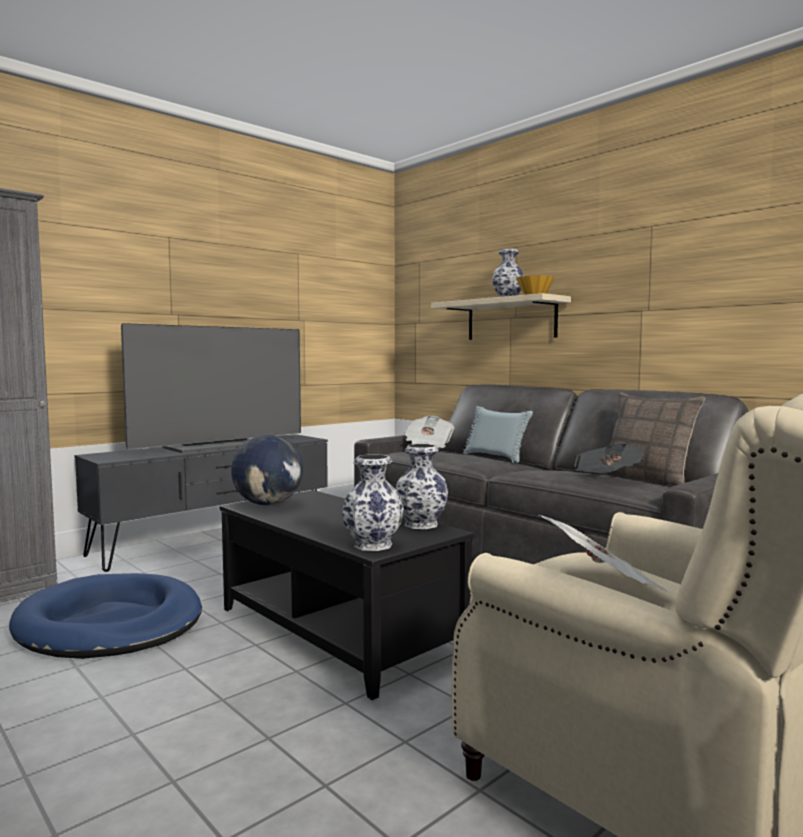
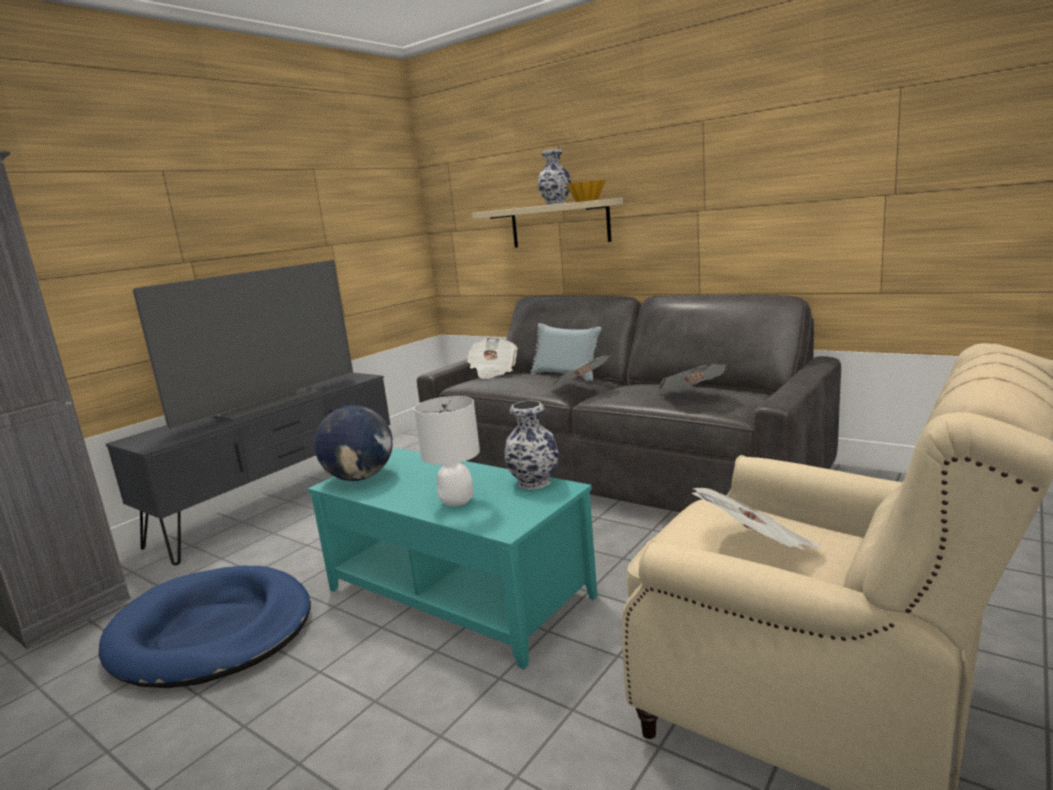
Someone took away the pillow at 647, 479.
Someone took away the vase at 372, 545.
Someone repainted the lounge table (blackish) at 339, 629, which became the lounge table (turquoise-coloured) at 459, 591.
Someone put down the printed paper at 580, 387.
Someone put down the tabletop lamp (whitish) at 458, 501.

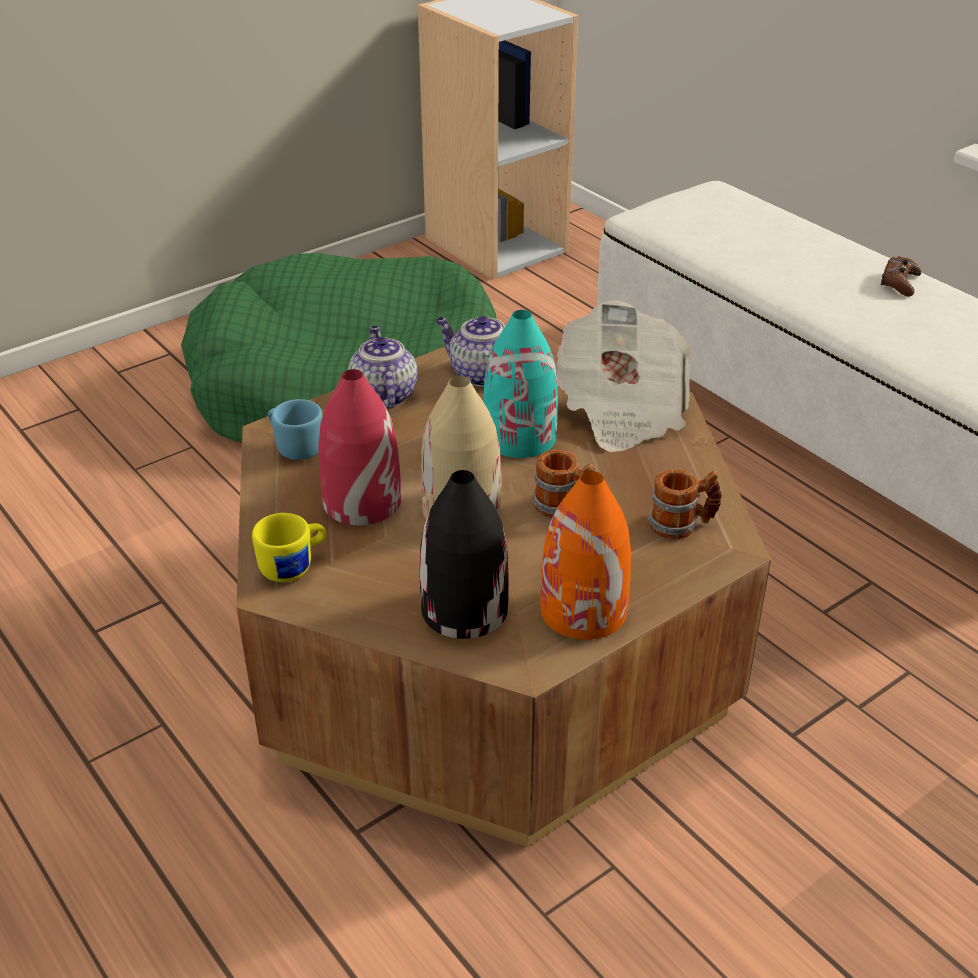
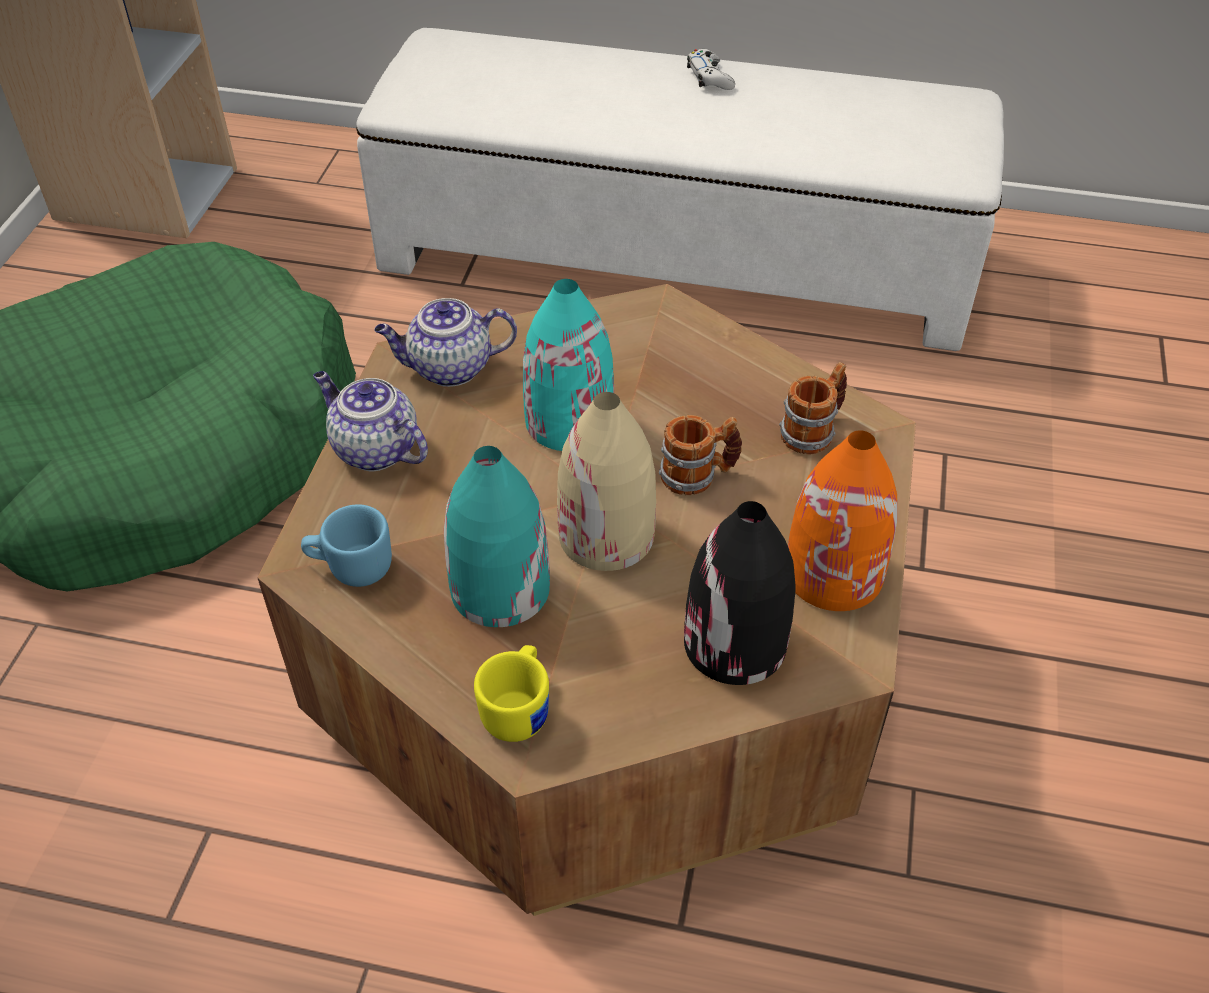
Someone repainted the joypad (brownish) at 899, 282, which became the joypad (whitish) at 709, 77.
Someone took away the printed paper at 620, 410.
Someone repainted the vase (reddish) at 361, 501, which became the vase (turquoise-coloured) at 499, 589.

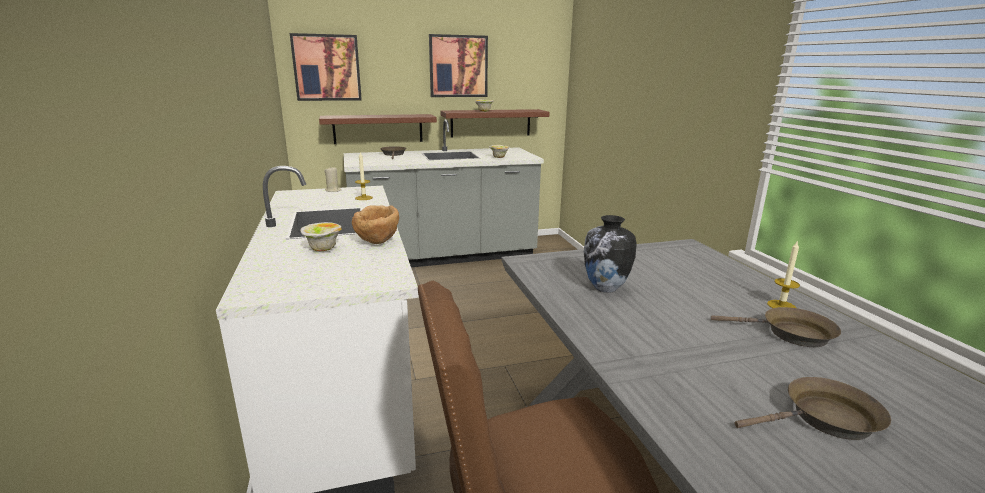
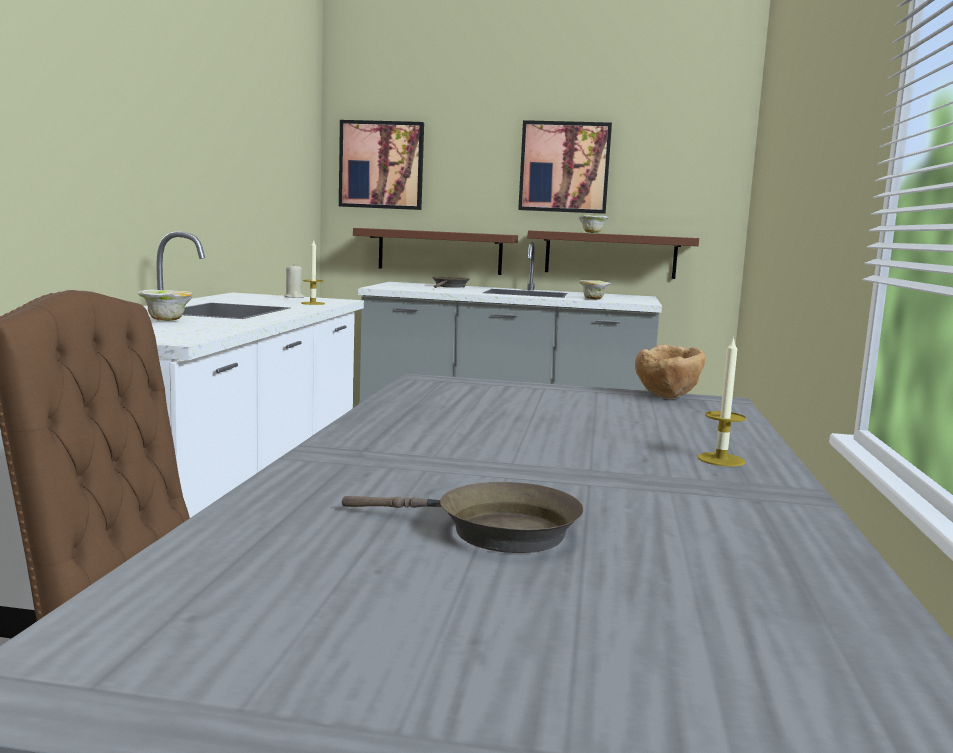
Someone carried the serving bowl (brownish) from 378, 242 to 667, 397.
Someone took away the vase at 605, 288.
Someone took away the frying pan (brownish) at 791, 333.

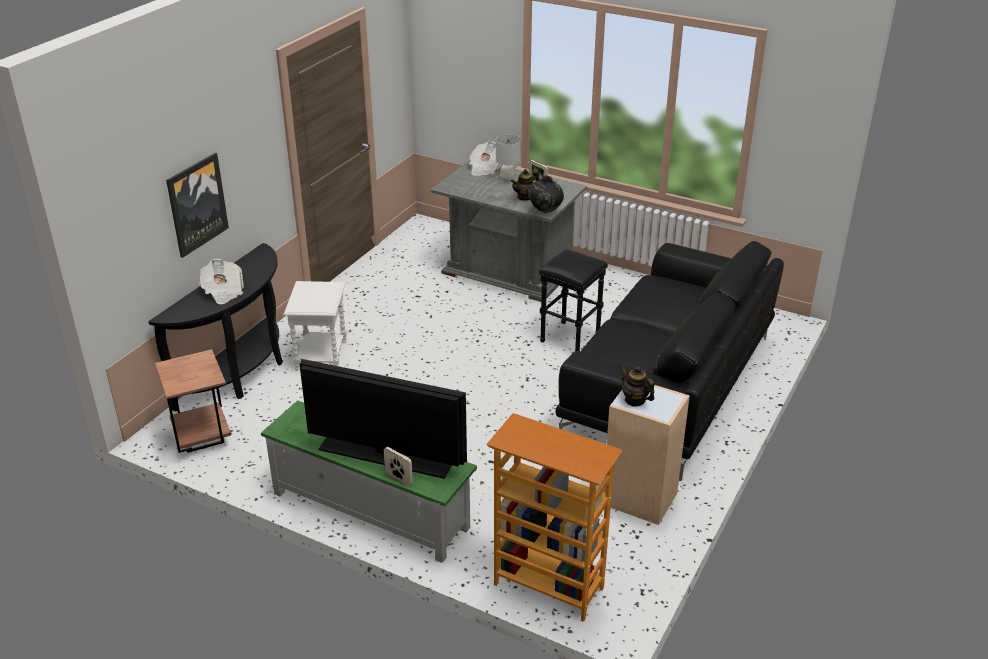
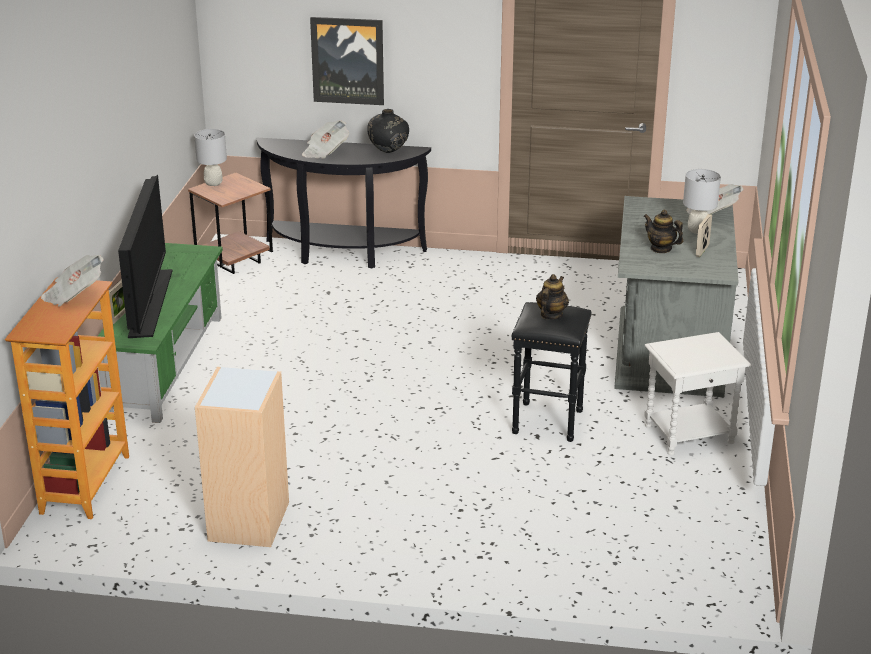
Someone carried the vase (blackish) from 545, 211 to 388, 152.
Someone took away the couch (blackish) at 668, 385.
Someone carried the side table (whitish) from 320, 355 to 688, 433.
Someone carried the tea pot from 635, 400 to 551, 315.
Someone put down the tabletop lamp (grey) at 213, 184.
Someone put down the printed paper at 74, 295.

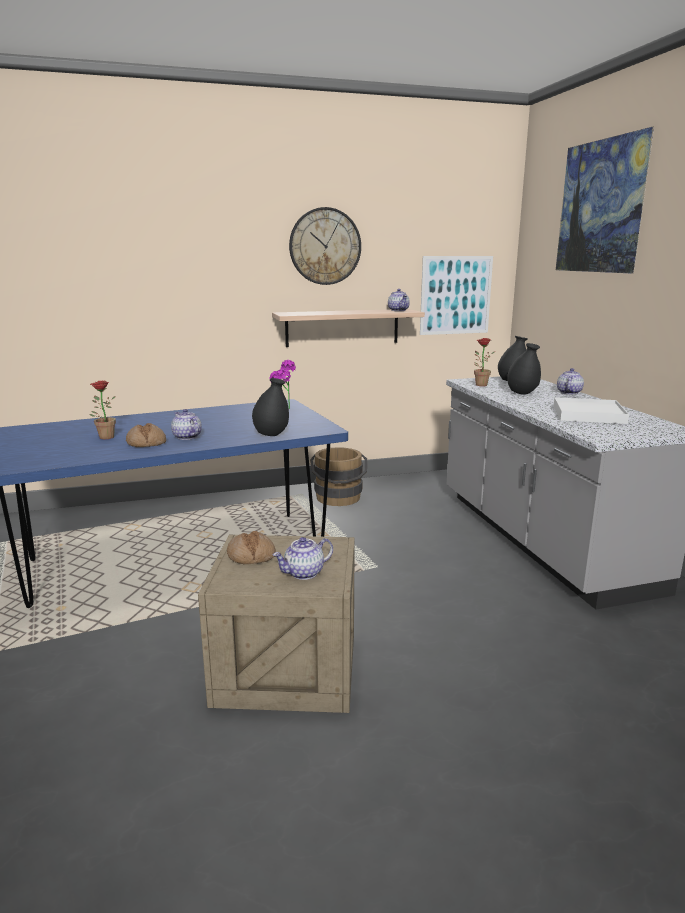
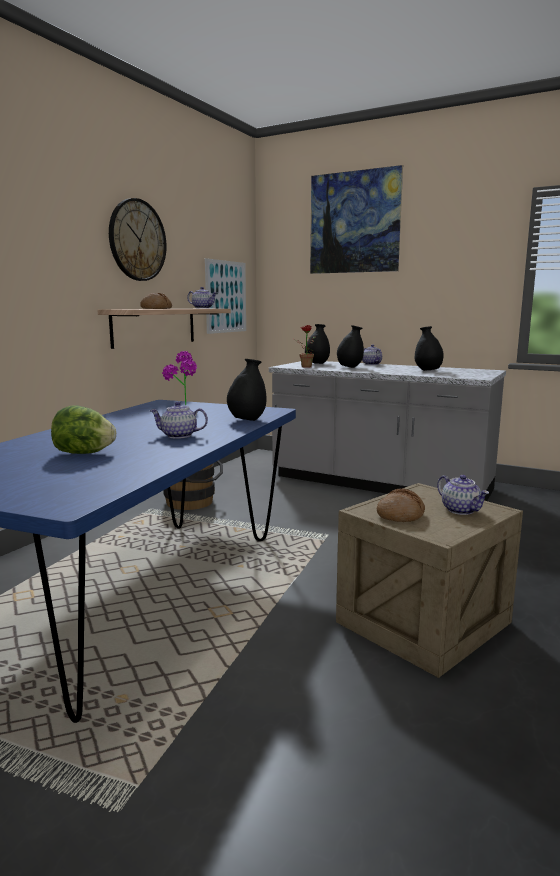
Someone swapped the houseplant at 104, 436 for the head of lettuce at 84, 453.
Someone swapped the carrying tray (whitish) at 588, 414 for the vase (blackish) at 428, 370.
Someone carried the bakery bread from 146, 443 to 156, 308.
Someone rotated the tea pot at 304, 573 by 45 degrees counterclockwise.

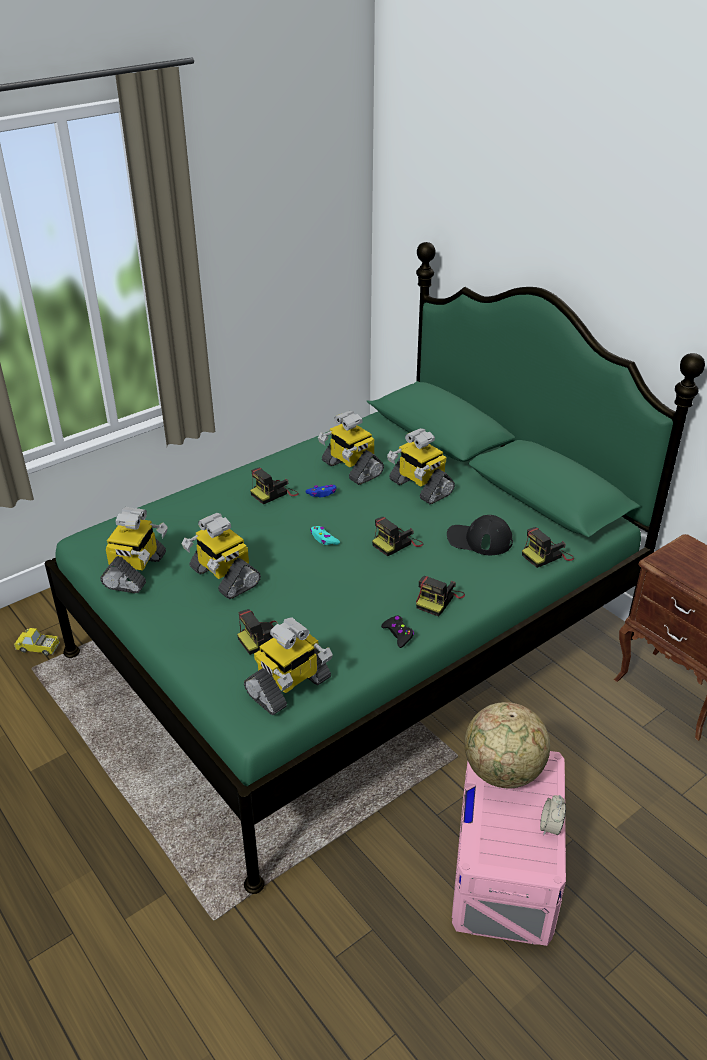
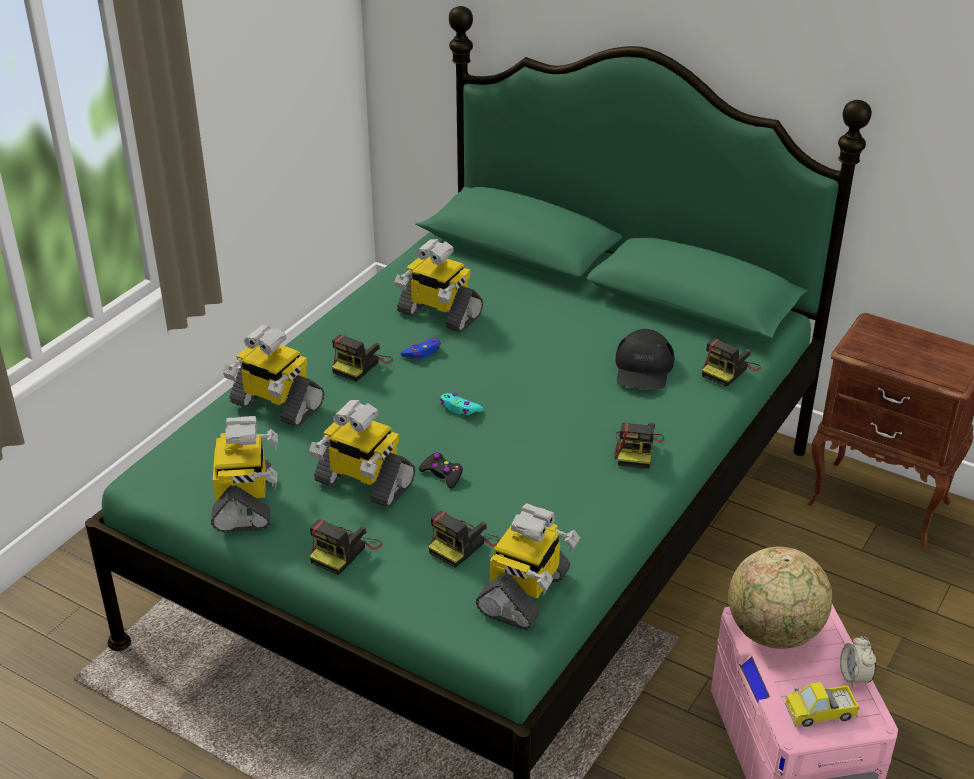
Someone carried the robot figure from 419, 487 to 276, 405.
Someone rotated the cap (blackish) at 479, 540 by 75 degrees counterclockwise.
Someone carried the photo camera from 397, 543 to 344, 551.
Someone carried the joypad (blackish) from 398, 634 to 442, 474.
Someone carried the model truck from 38, 648 to 820, 713.

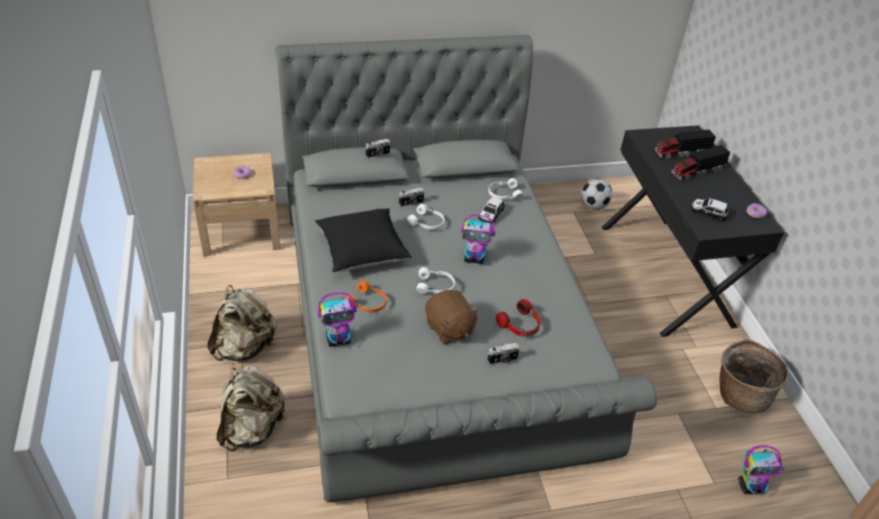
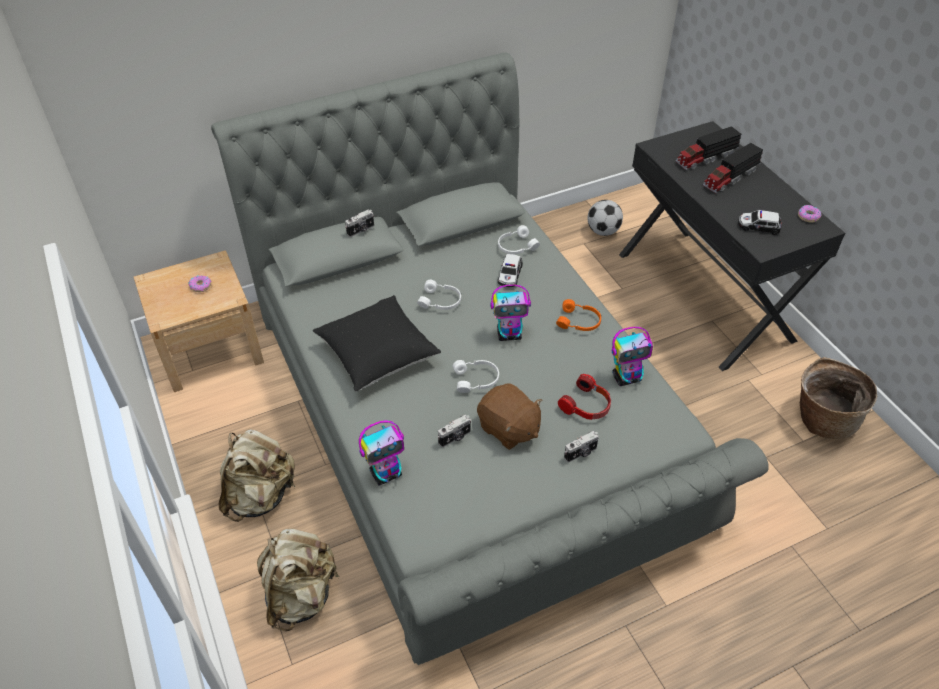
Someone carried the photo camera from 411, 203 to 455, 438.
Someone carried the headphones (orange) from 367, 303 to 579, 322.
Someone carried the robot figure from 750, 486 to 627, 377.

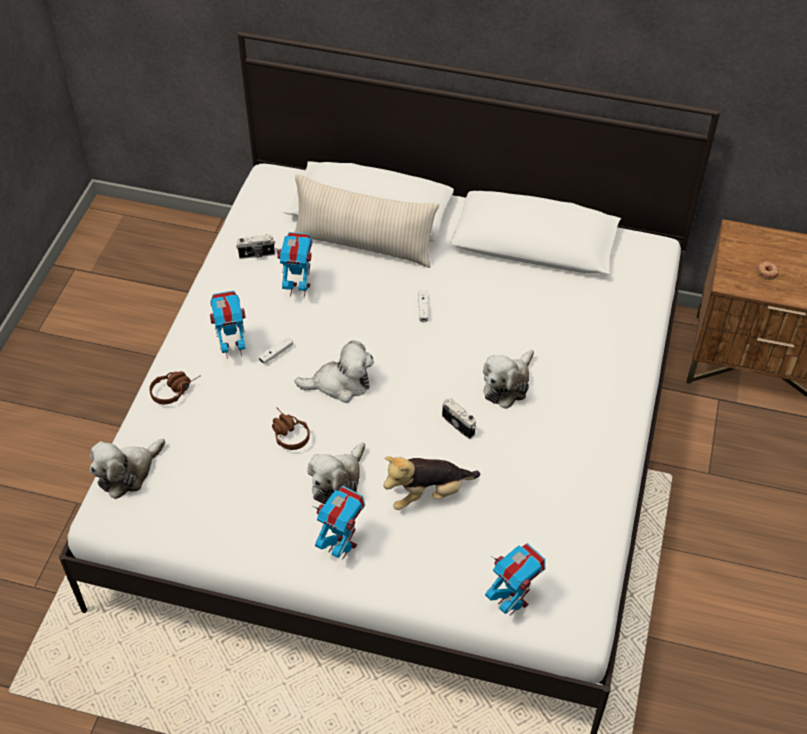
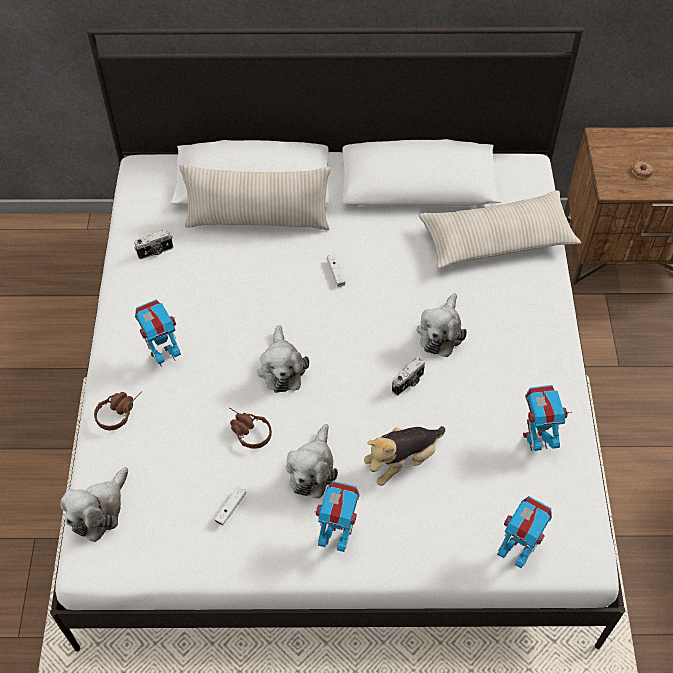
Someone carried the robot figure from 298, 289 to 536, 440.
Someone carried the joypad (whitish) from 276, 353 to 231, 508.
Someone rotated the plush toy at 340, 384 by 105 degrees clockwise.
Someone rotated the photo camera at 459, 424 by 105 degrees clockwise.
Someone put down the pillow (beige-coloured) at 497, 239.

